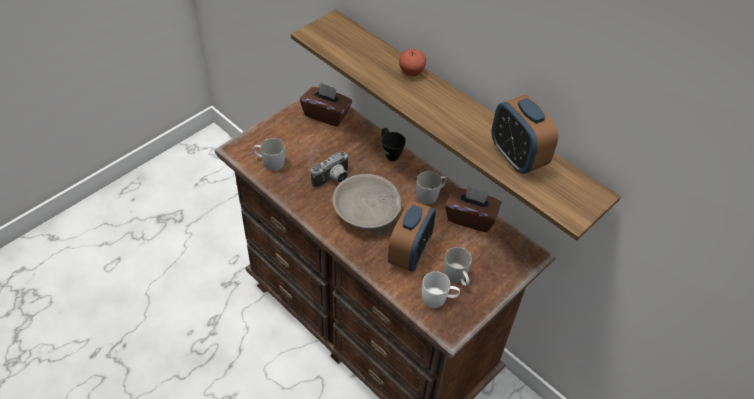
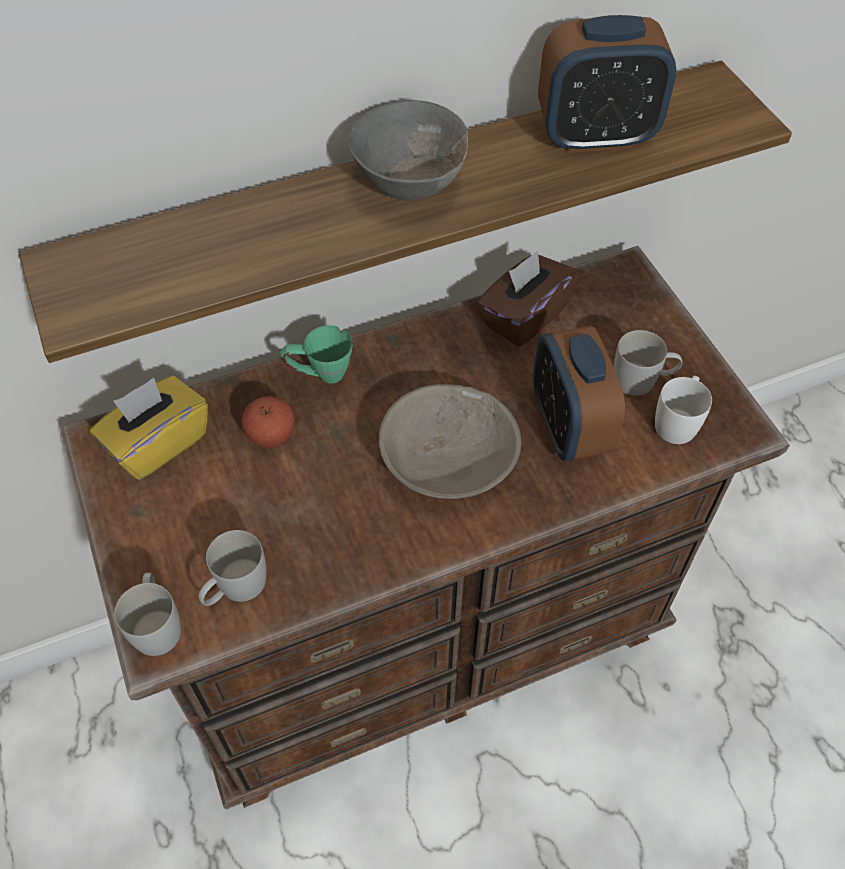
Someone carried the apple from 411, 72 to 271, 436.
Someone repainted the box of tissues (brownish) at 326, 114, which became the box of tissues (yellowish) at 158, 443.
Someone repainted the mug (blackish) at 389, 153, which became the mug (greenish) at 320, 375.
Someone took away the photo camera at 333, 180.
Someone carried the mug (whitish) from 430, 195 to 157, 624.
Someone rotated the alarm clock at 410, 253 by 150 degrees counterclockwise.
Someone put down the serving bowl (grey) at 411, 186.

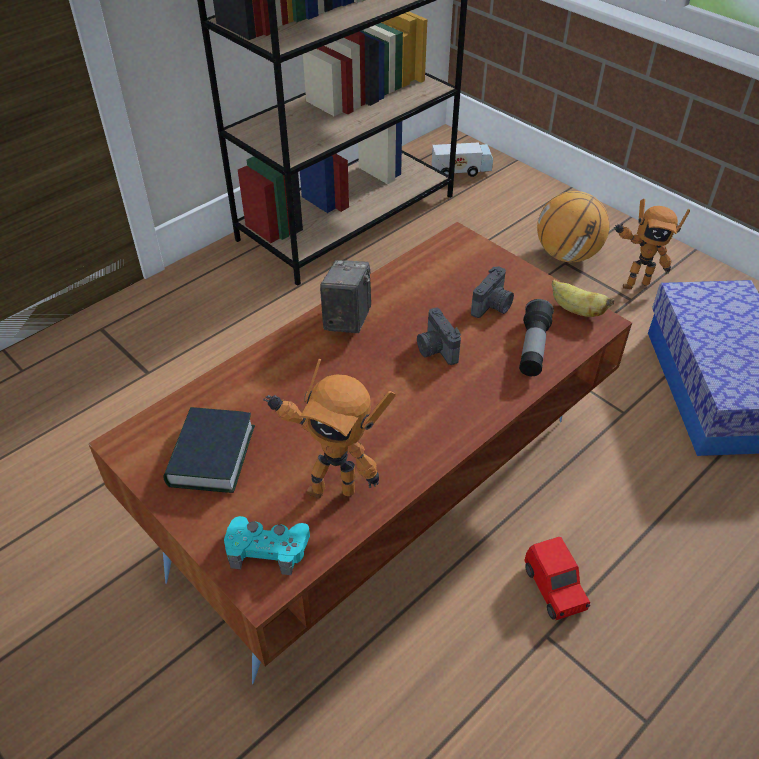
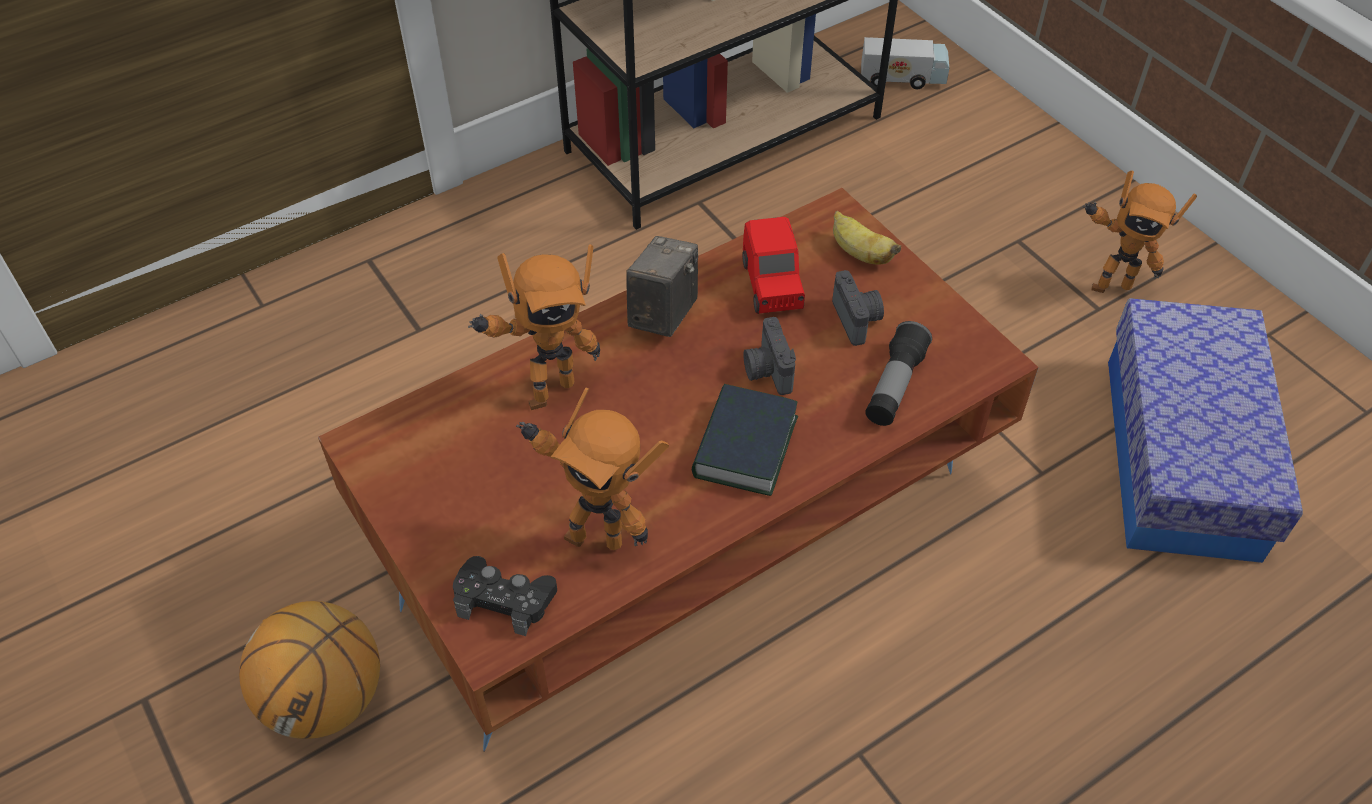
Someone carried the ball for basketball from 567, 255 to 326, 699.
Someone rotated the photo camera at 493, 306 by 60 degrees counterclockwise.
Someone carried the banana fruit from 575, 310 to 859, 253.
Someone carried the volume from 211, 456 to 744, 447.
Someone repainted the joypad (turquoise-coloured) at 267, 549, which became the joypad (blackish) at 504, 600.
Someone carried the miniature car (reddish) from 554, 589 to 772, 285.
Someone put down the robot figure at 546, 390.

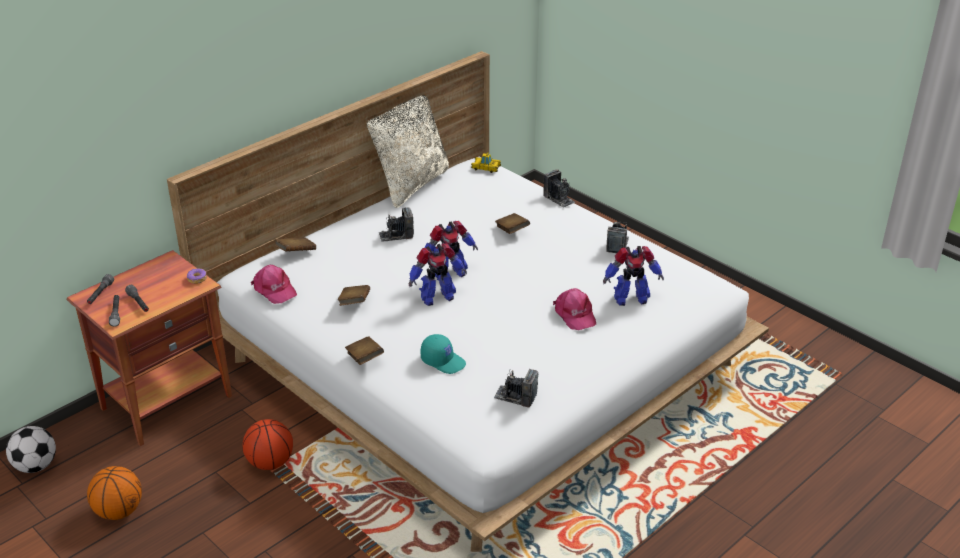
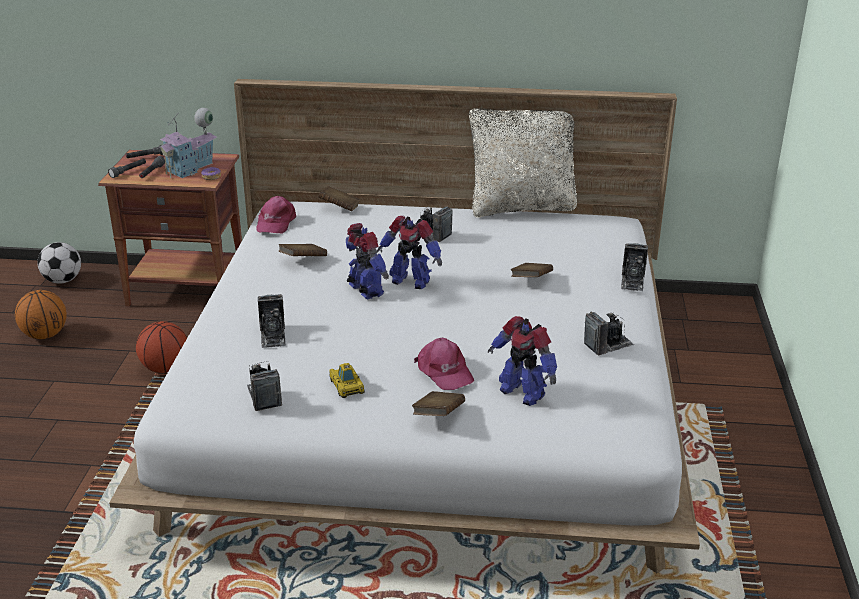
Someone carried the miniature car from 486, 167 to 346, 386.
Someone rotated the robot figure at 436, 297 by 150 degrees counterclockwise.
Someone rotated the cap (pinkish) at 574, 314 by 60 degrees counterclockwise.
Someone swapped the cap (turquoise-coloured) at 443, 361 for the photo camera at 273, 335.
Someone carried the volume (brownish) from 364, 358 to 438, 415.
Someone put down the model house at 191, 168.

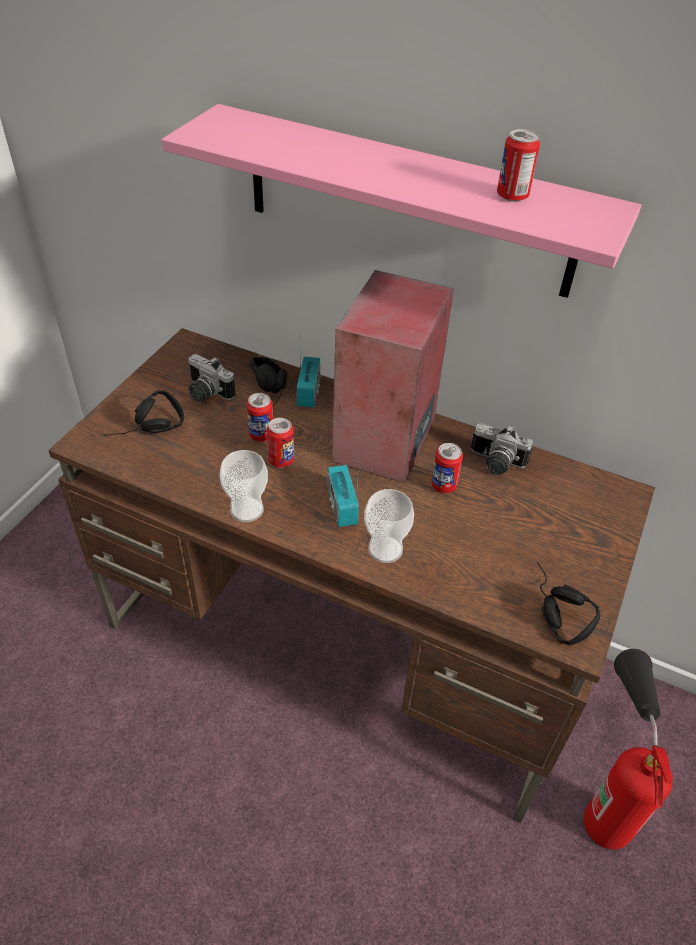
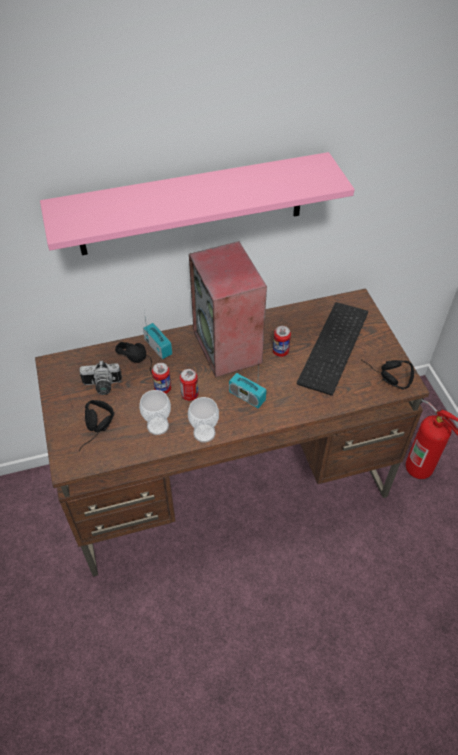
Someone took away the sealed can at 512, 196.
Someone took away the photo camera at 495, 463.
Someone carried the small cup from 385, 549 to 158, 426.
Someone put down the keyboard at 335, 348.

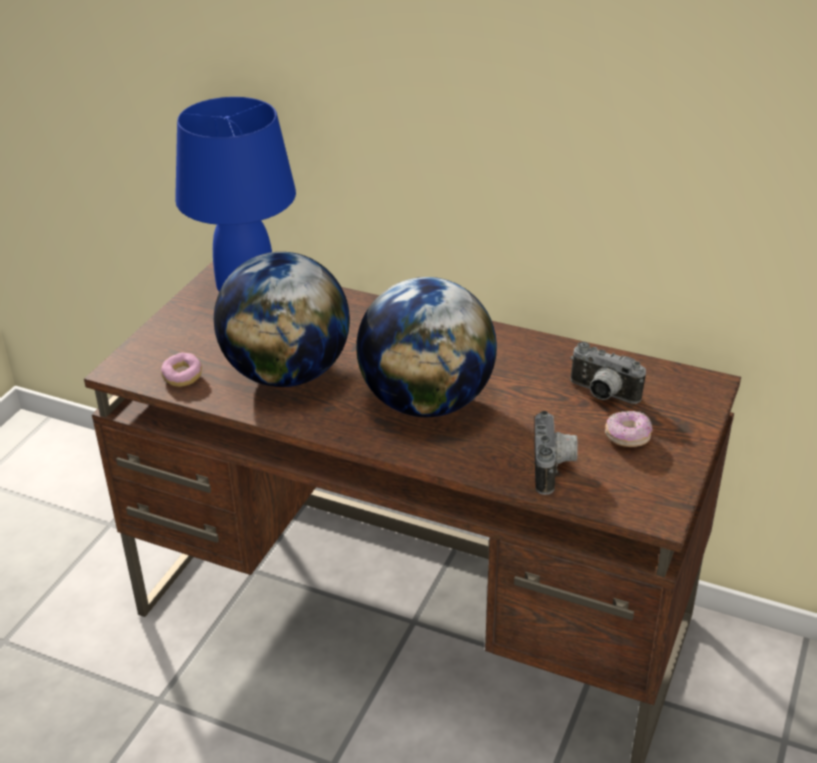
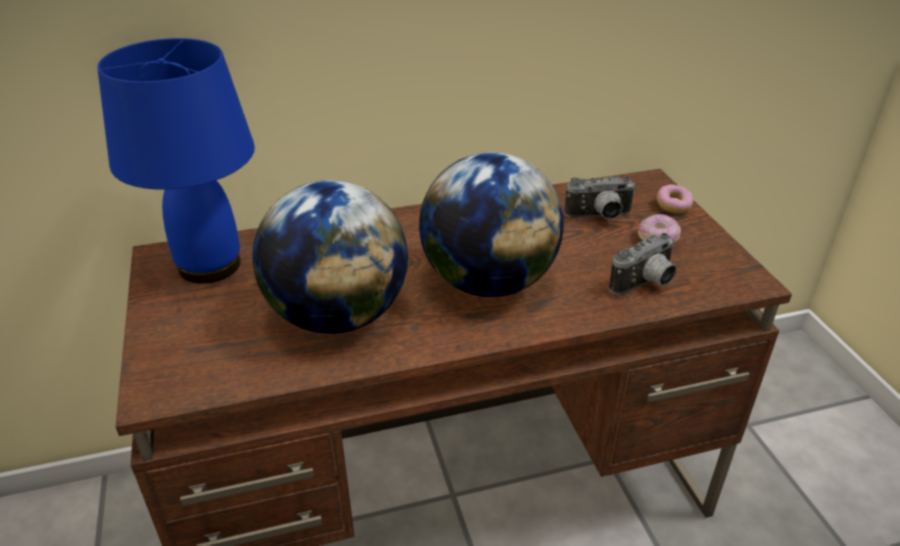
Someone carried the doughnut from 182, 377 to 673, 206.
Someone rotated the photo camera at 554, 468 by 90 degrees clockwise.

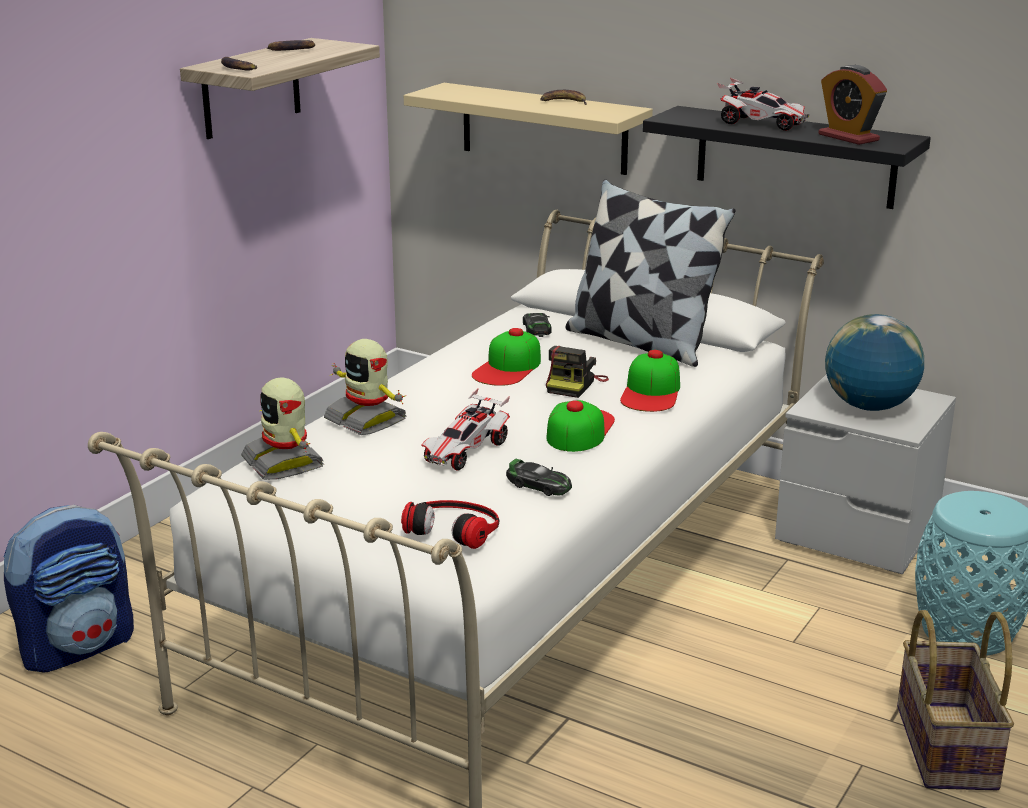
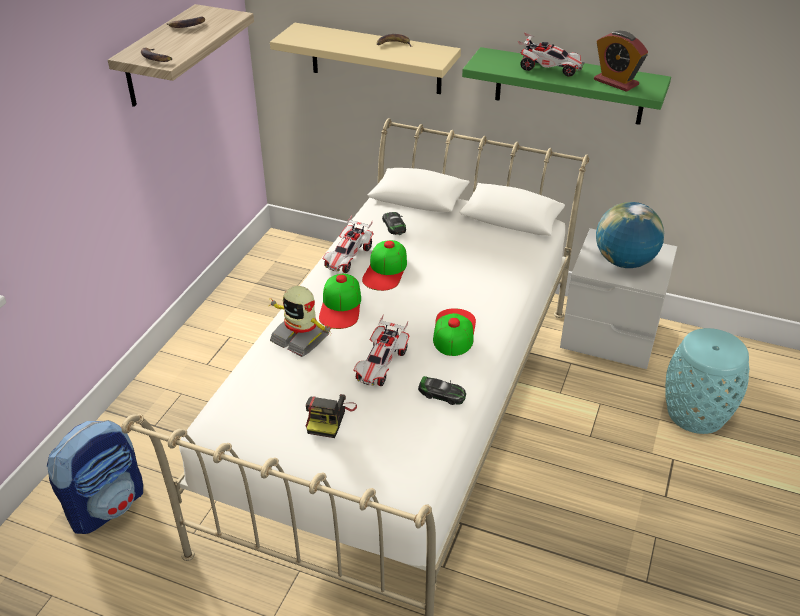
Someone repainted the wall shelf (blackish) at 795, 157, which became the wall shelf (greenish) at 569, 86.
Someone took away the pillow at 641, 342.
Someone carried the photo camera from 575, 385 to 329, 417.
Someone carried the cap from 651, 392 to 341, 306.
Someone took away the robot figure at 284, 463.
Someone took away the headphones at 455, 527.
Someone took away the storage basket at 943, 746.
Someone put down the miniature car at 348, 257.

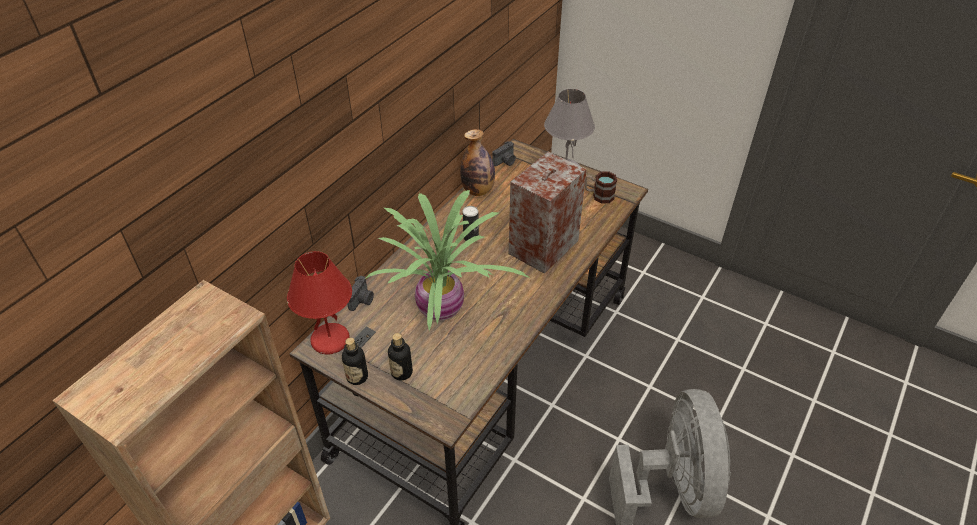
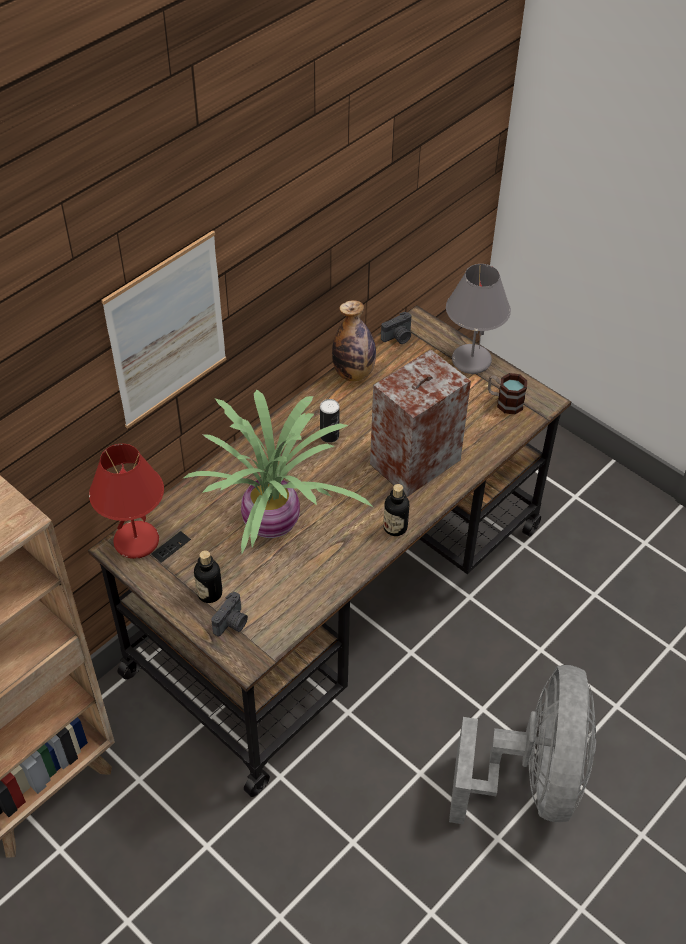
Someone carried the photo camera from 362, 301 to 232, 623.
Someone carried the beverage bottle from 357, 377 to 395, 527.
Someone put up the wall art at 167, 331.

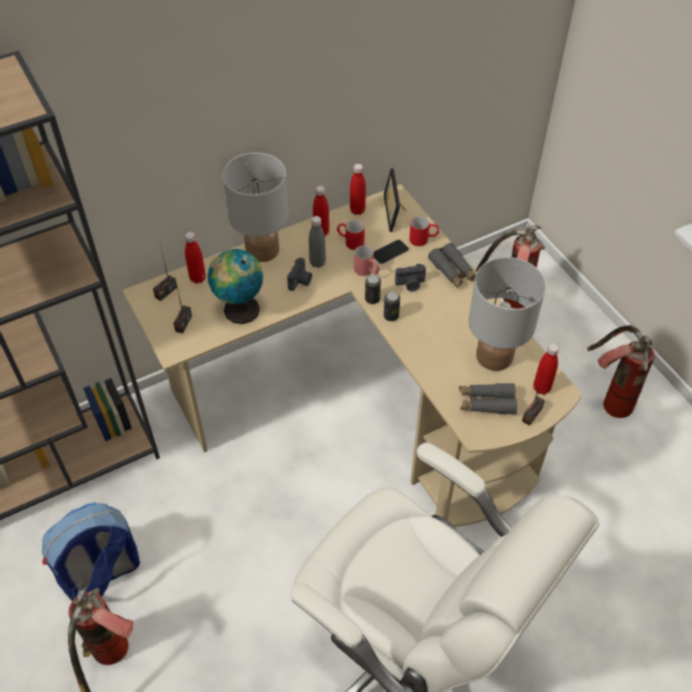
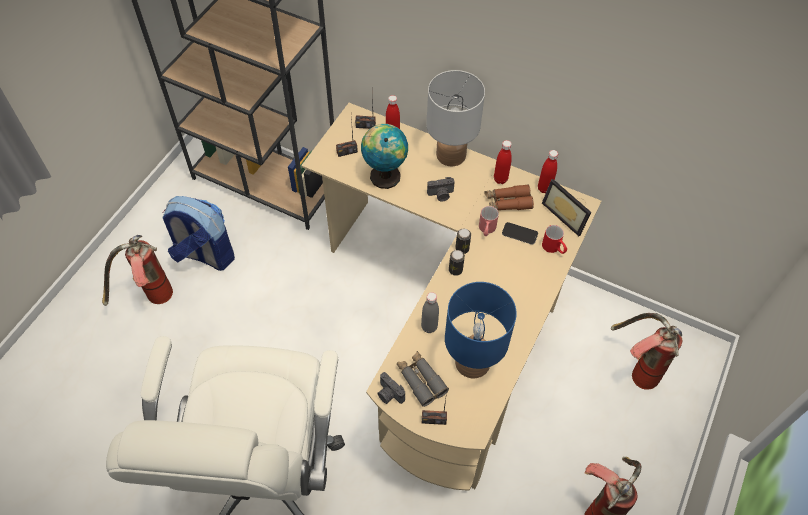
Someone rotated the photo frame at 396, 212 by 90 degrees counterclockwise.
Someone carried the beverage bottle (grey) from 317, 263 to 429, 327.
Someone swapped the mug (reddish) at 350, 241 for the field glasses (brownish) at 507, 202.
Someone took away the field glasses (grey) at 453, 271.
Someone repainted the tabletop lamp (grey) at 495, 356, which became the tabletop lamp (bluish) at 473, 363.
Someone carried the photo camera from 410, 284 to 389, 394.
Someone took away the beverage bottle (reddish) at 541, 388.

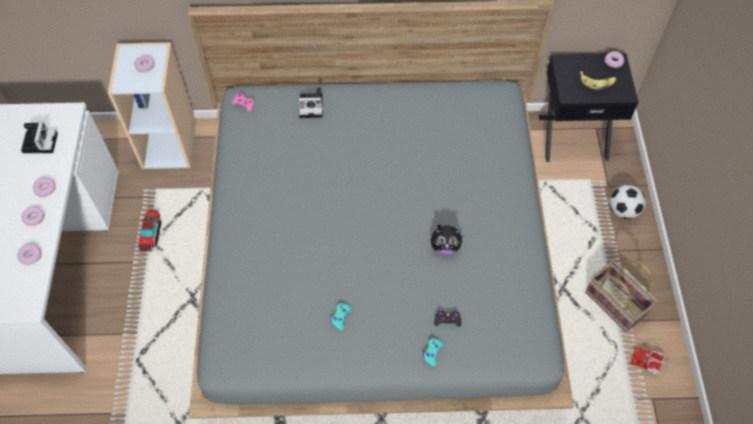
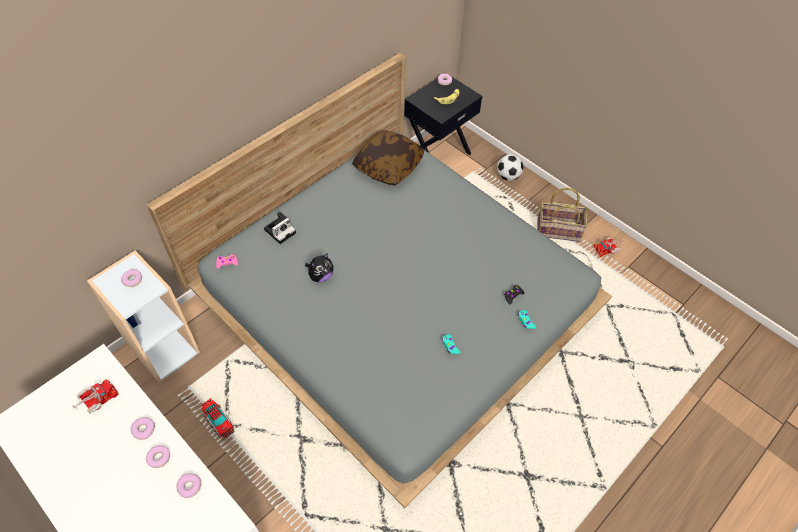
Someone swapped the photo camera at 40, 142 for the model truck at 96, 400.
Someone carried the plush toy from 445, 246 to 320, 276.
Someone put down the pillow at 388, 166.

